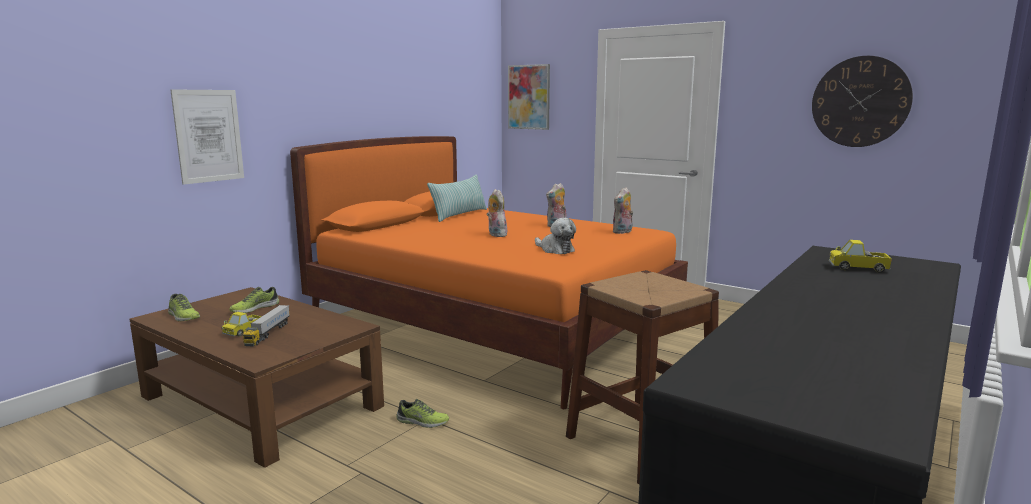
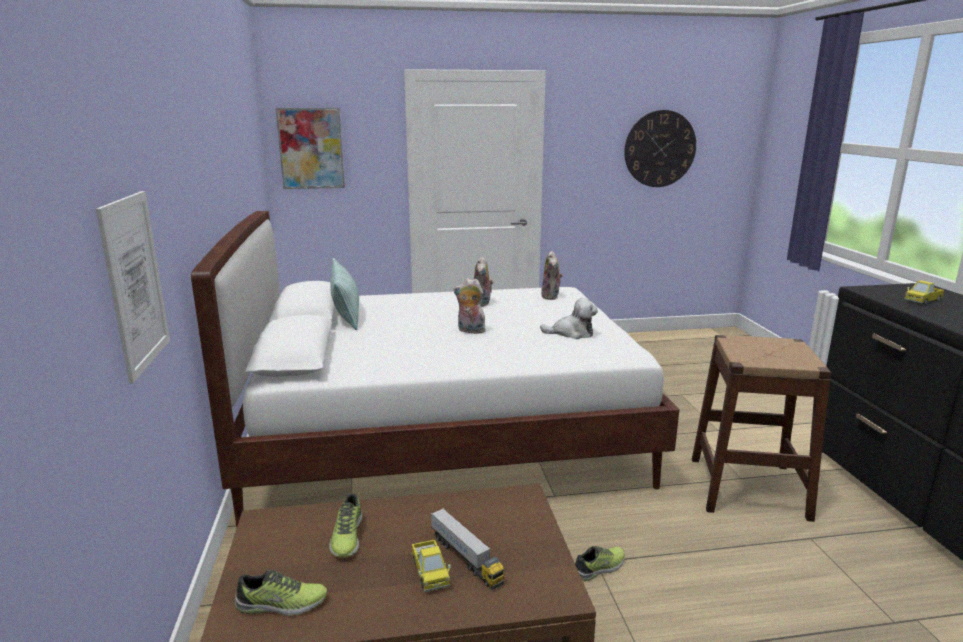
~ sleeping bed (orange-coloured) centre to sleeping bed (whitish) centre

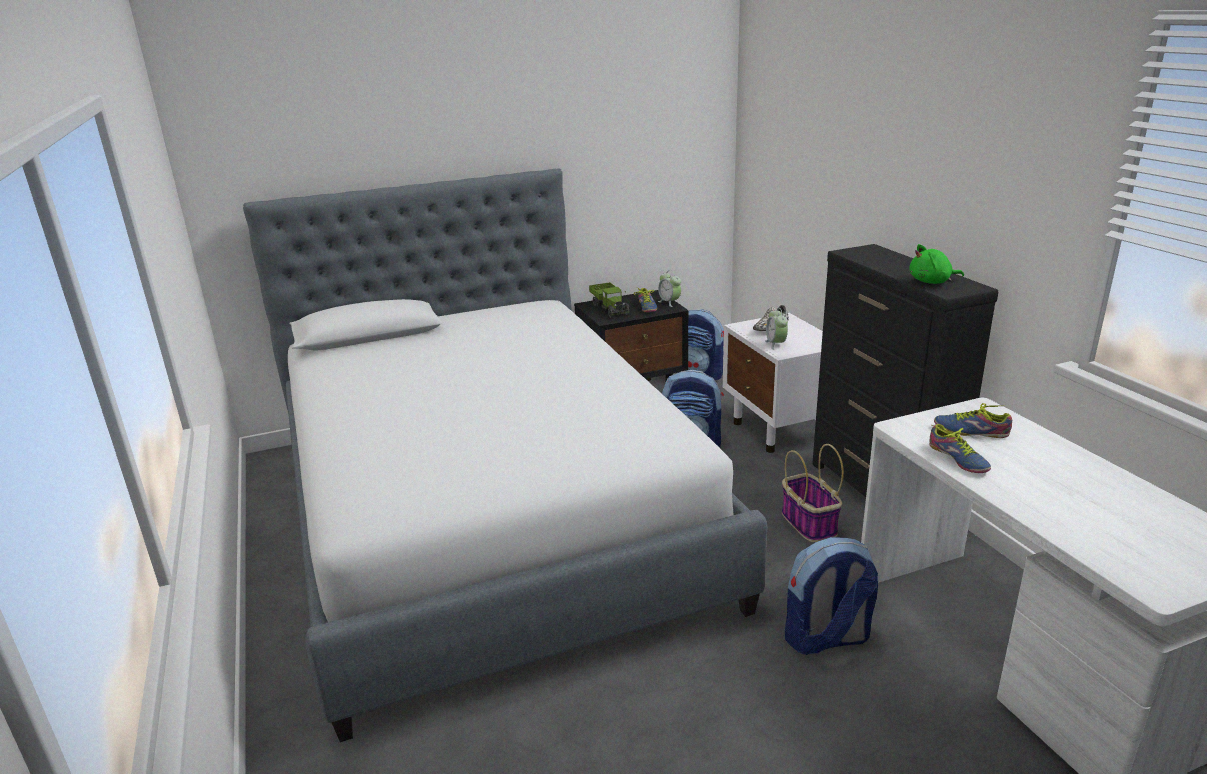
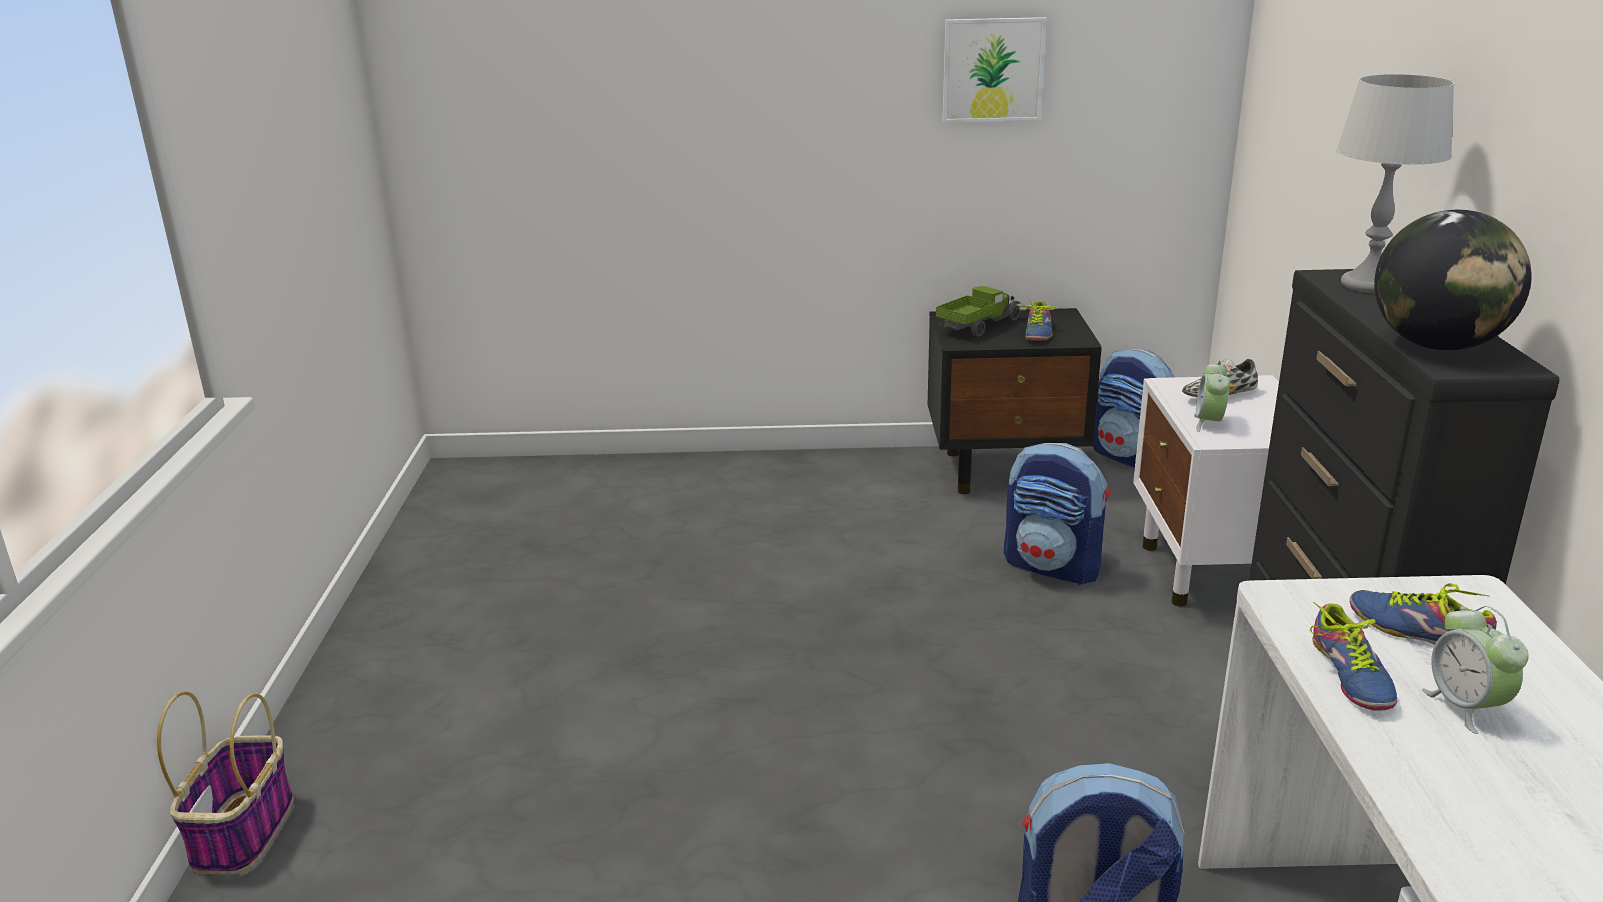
~ basket middle right to bottom left
~ toy lorry centre = centre 135 degrees counterclockwise
+ wall picture top centre
+ table lamp (grey) top right
~ plush toy (green-coloured) middle right to desk globe top right
~ alarm clock (1st from left in the first image) centre to alarm clock (2nd from left) bottom right
- sleeping bed centre

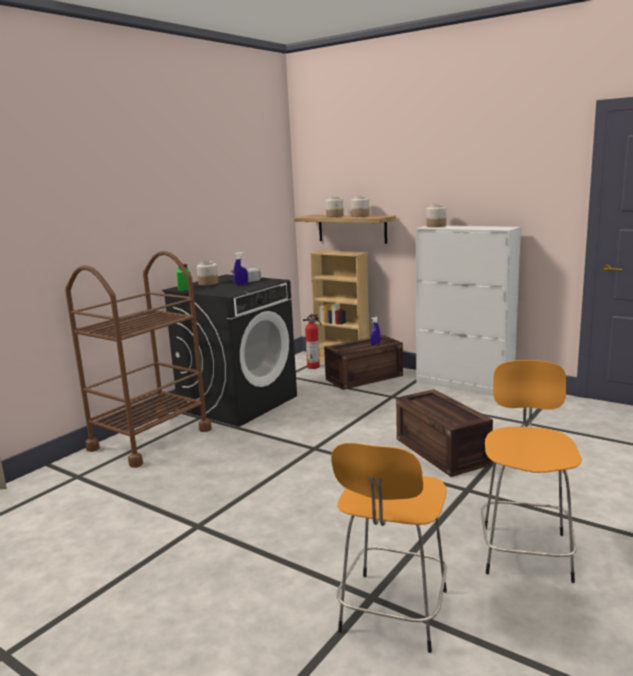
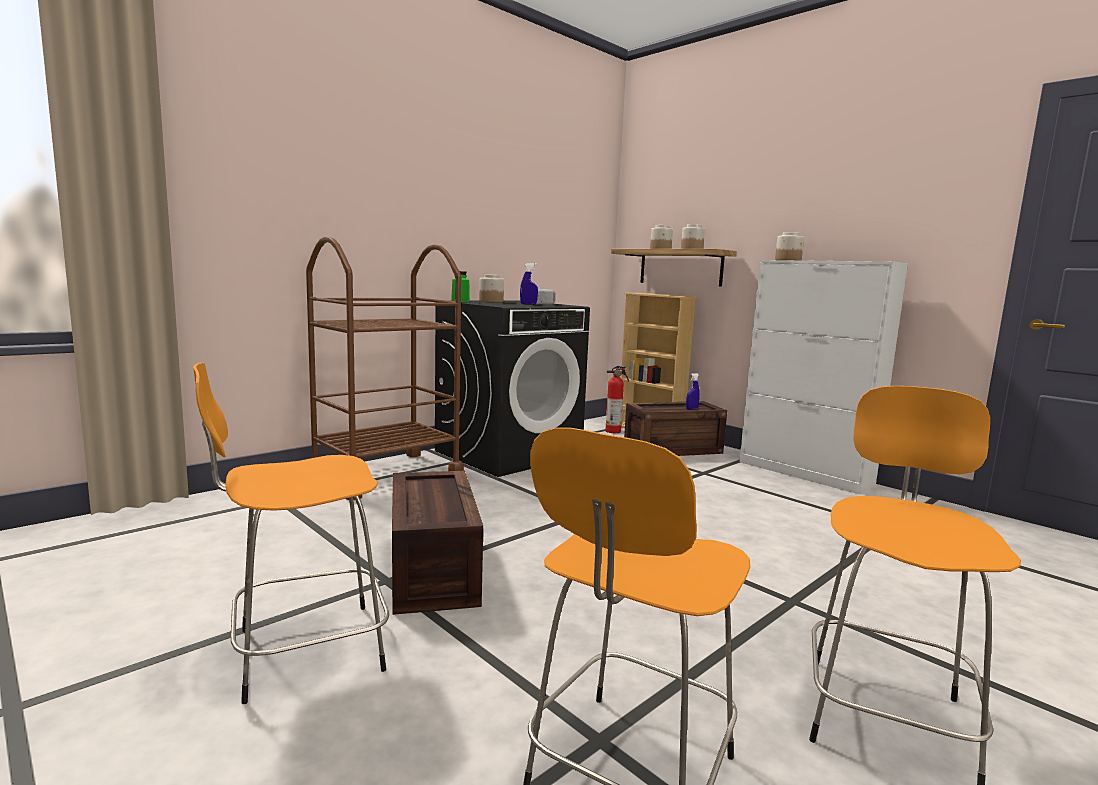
+ stool (orange-coloured) (1st from left) bottom left
~ shipping crate (2nd from left in the first image) middle right to shipping crate (1st from left) bottom centre

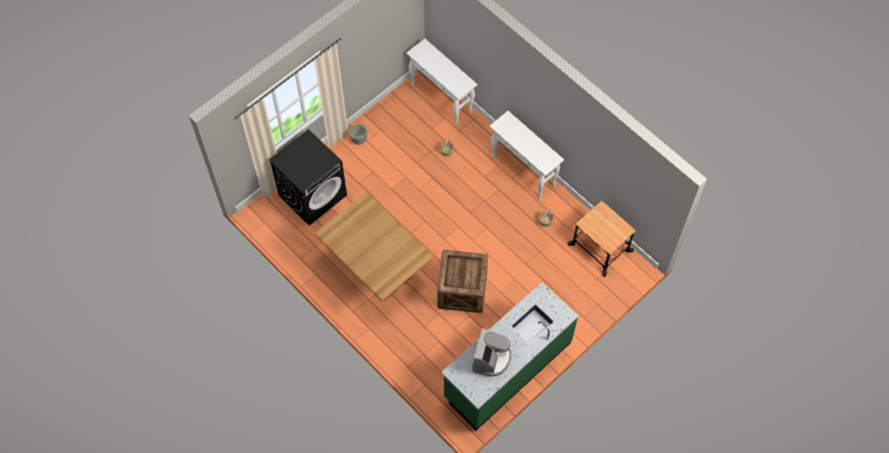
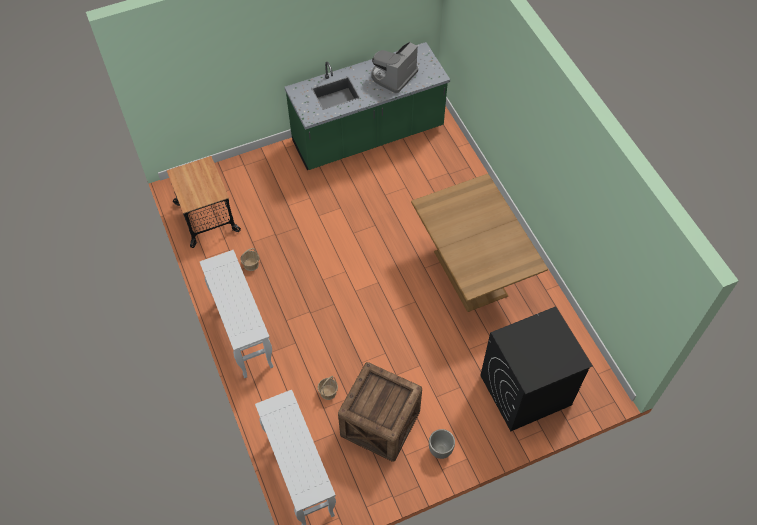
~ shipping crate centre to bottom centre

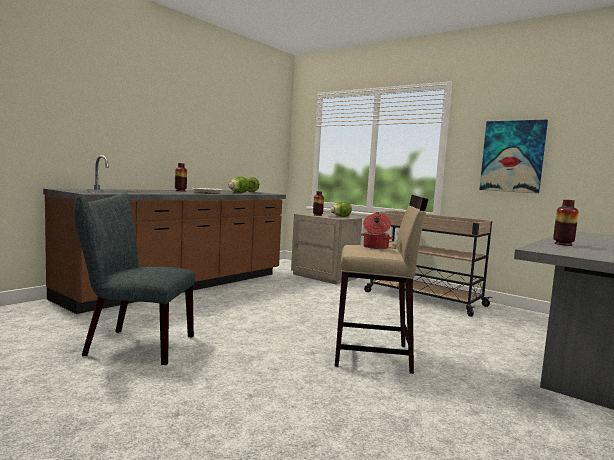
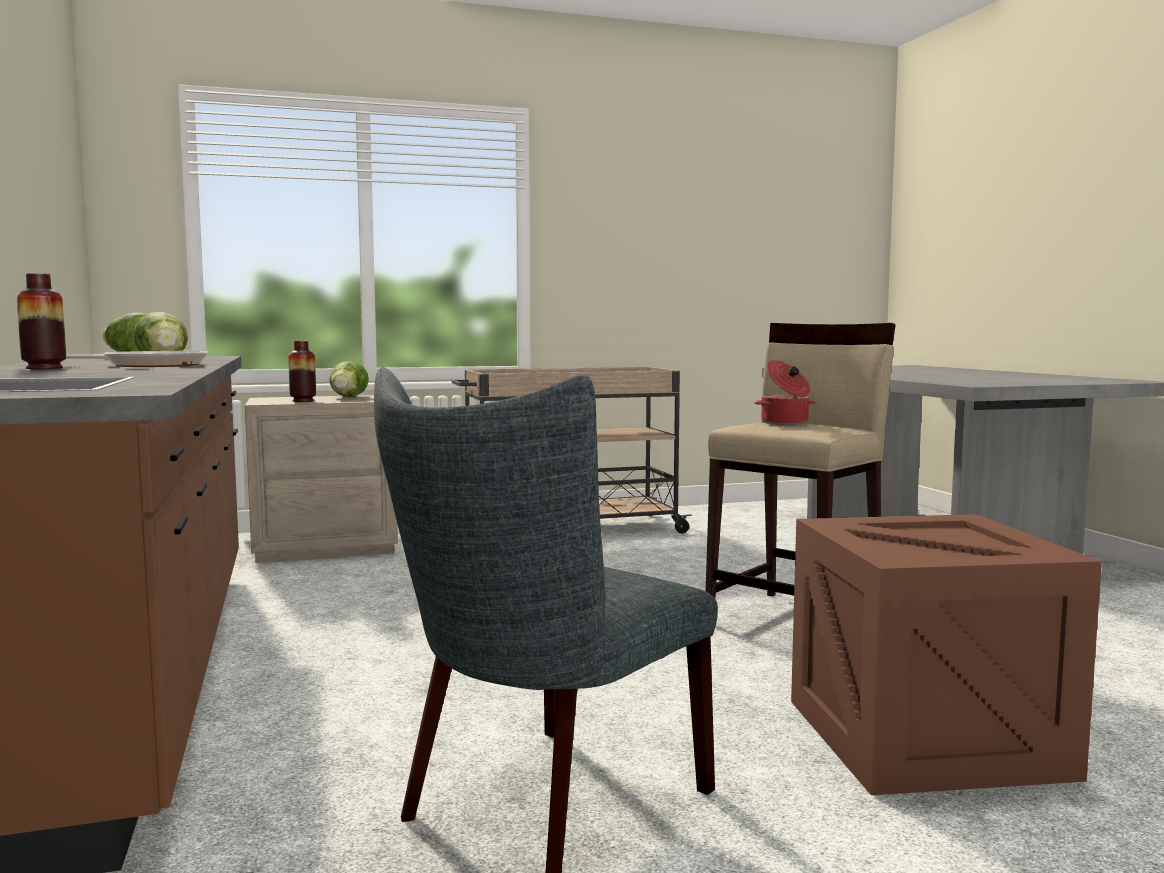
+ shipping crate bottom right
- wall picture middle right
- decorative vase (3rd from left) middle right

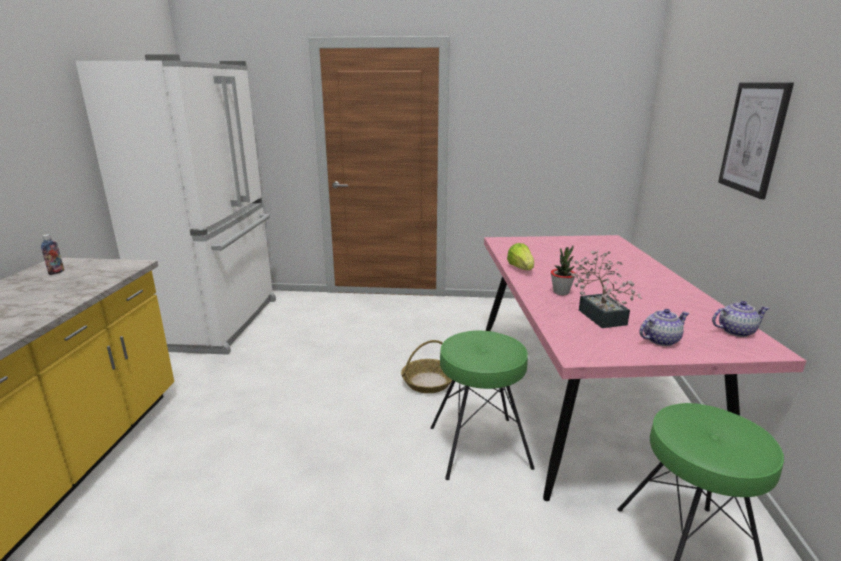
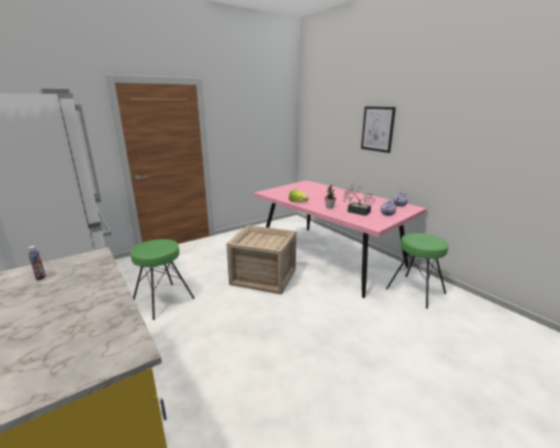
~ stool (green-coloured) (1st from left) bottom centre to middle left
~ basket centre to shipping crate centre

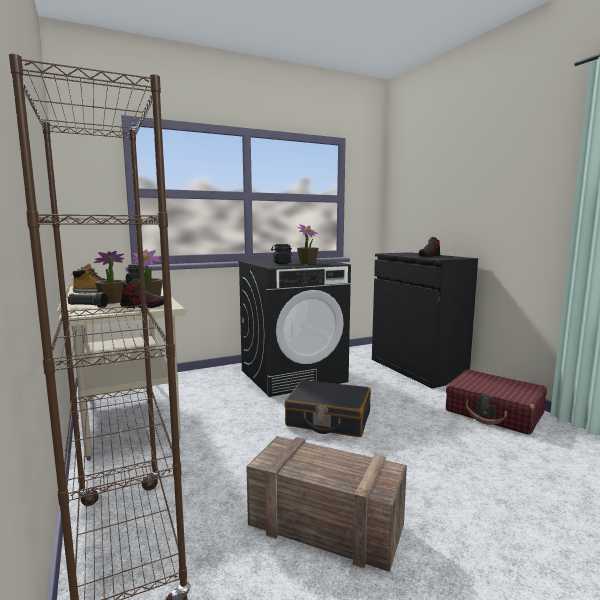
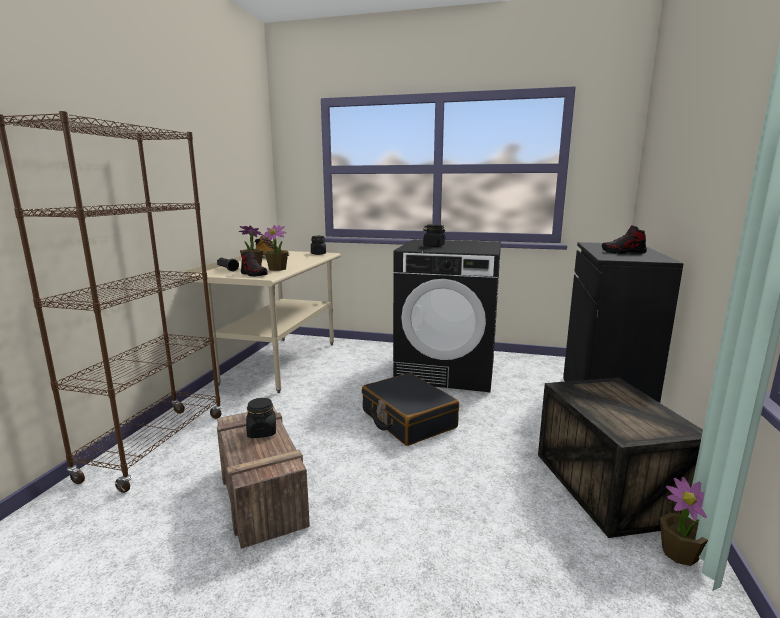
+ jar (black) (1st from left) bottom centre
~ piece of luggage (reddish) bottom right to shipping crate (2nd from left) bottom right
~ potted plant (3rd from left) centre to bottom right

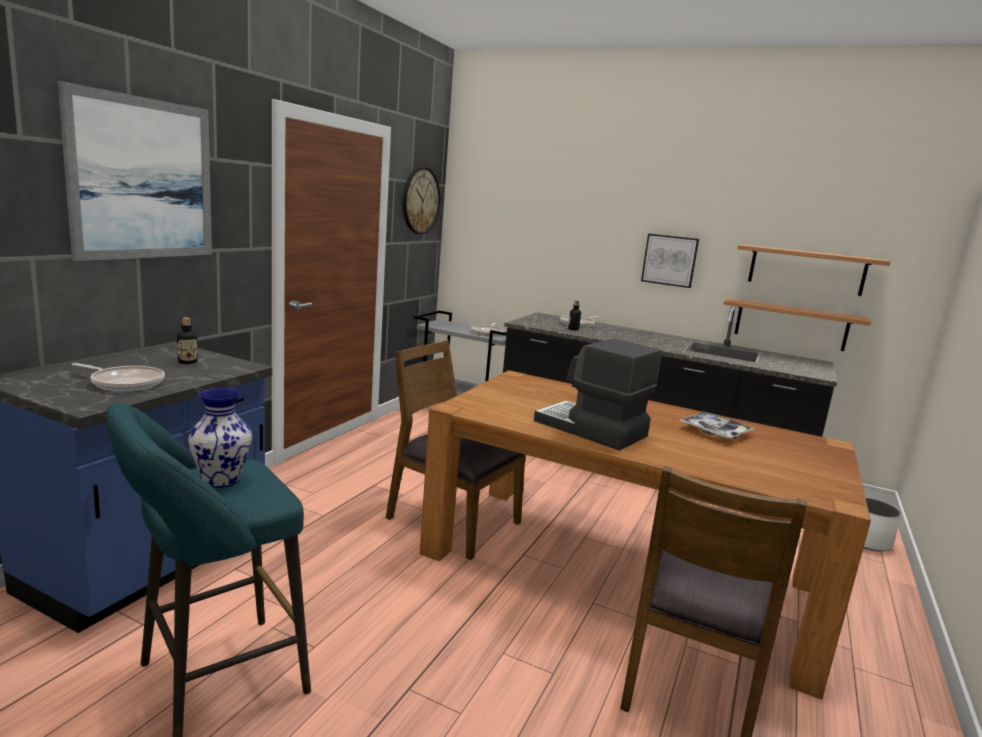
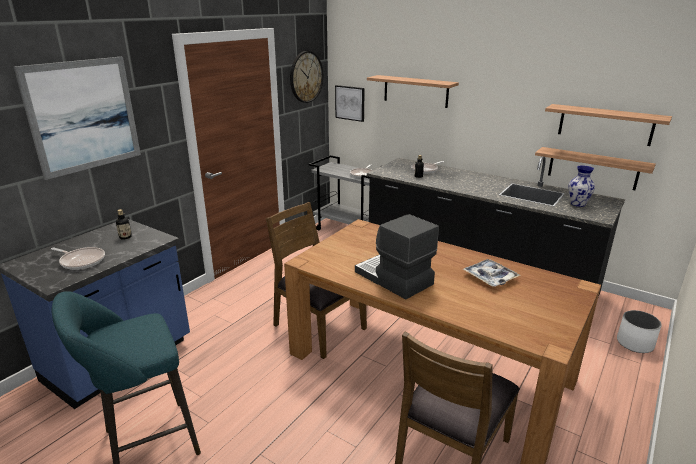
~ wall picture (2nd from left) middle right to top centre
+ bracket shelf (1st from left) top centre
~ decorative vase middle left to middle right

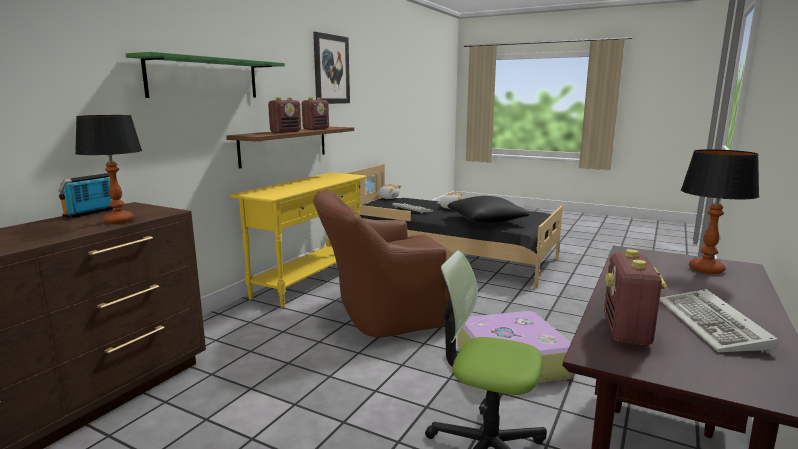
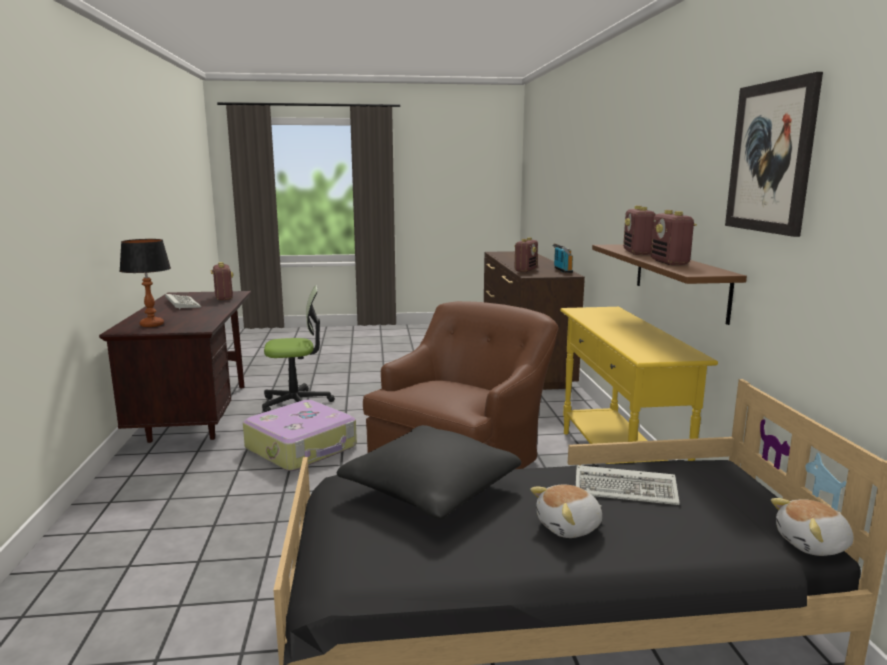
~ table lamp (1st from left) middle left to radio (2nd from left) centre
- bracket shelf (green-coloured) top left

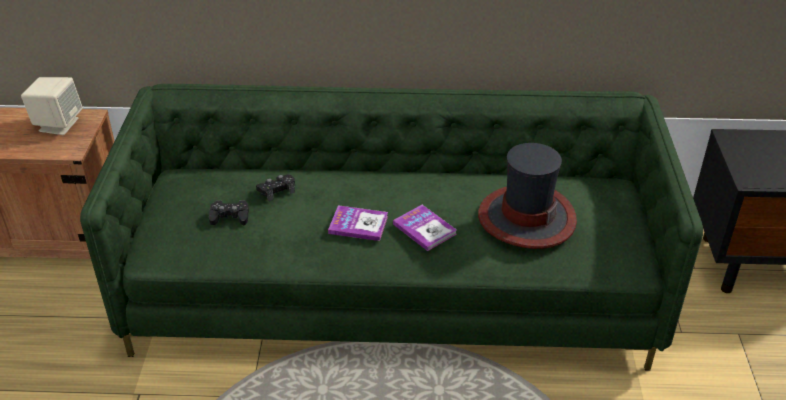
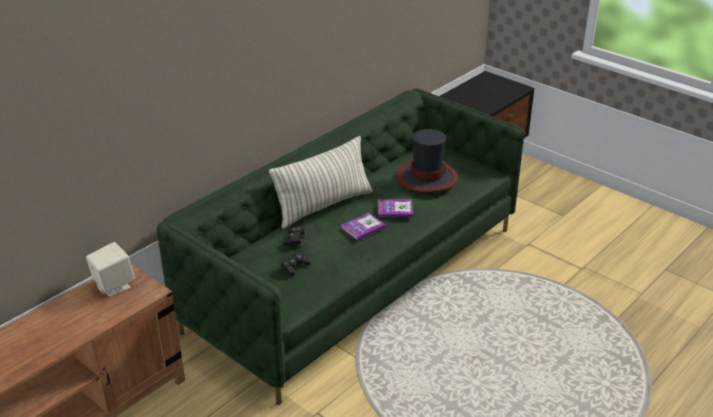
+ pillow centre

